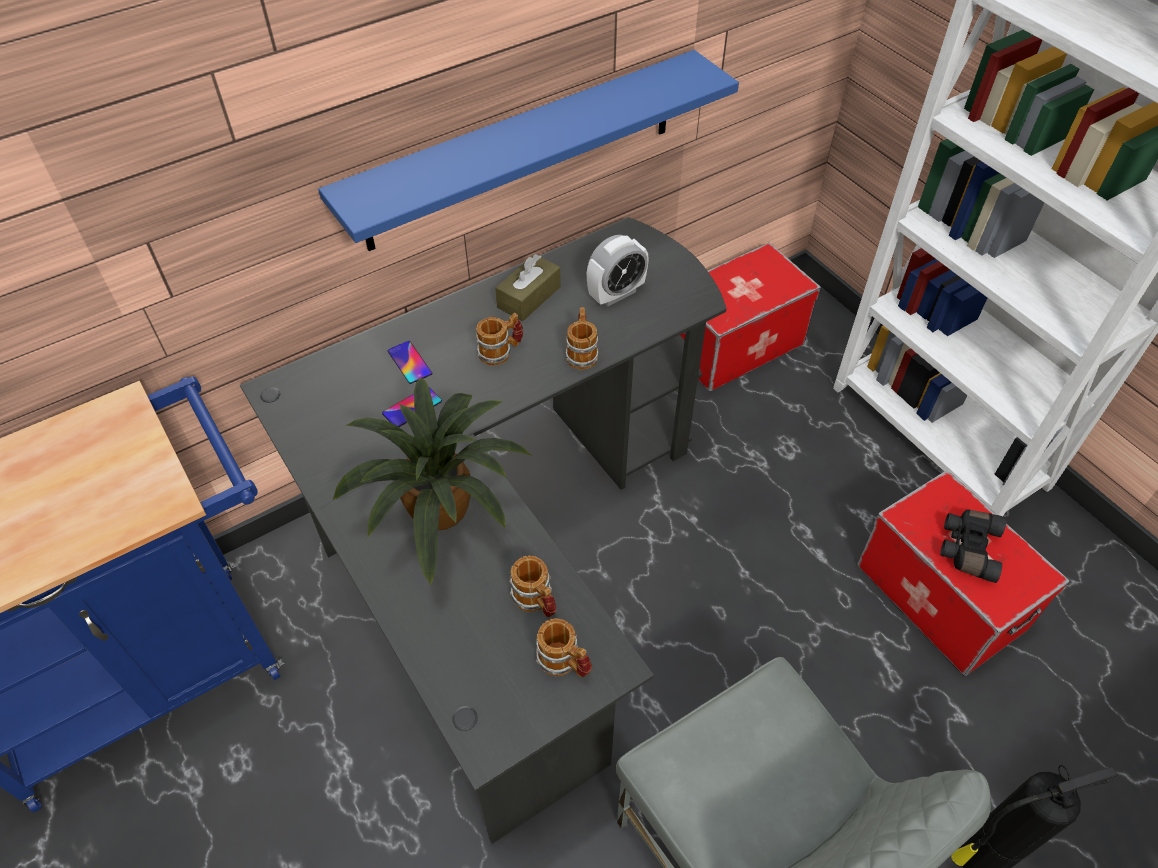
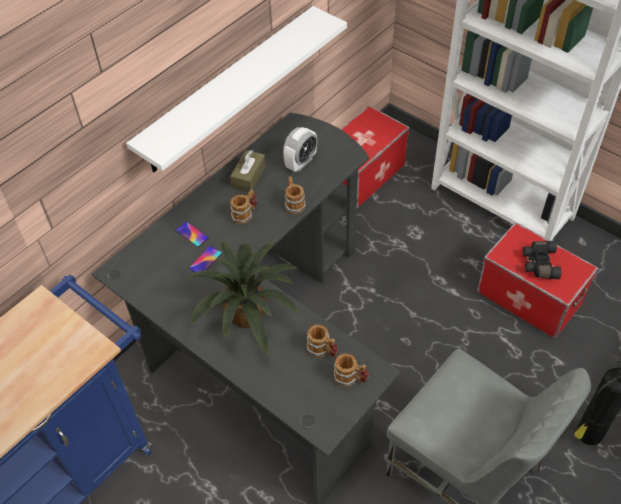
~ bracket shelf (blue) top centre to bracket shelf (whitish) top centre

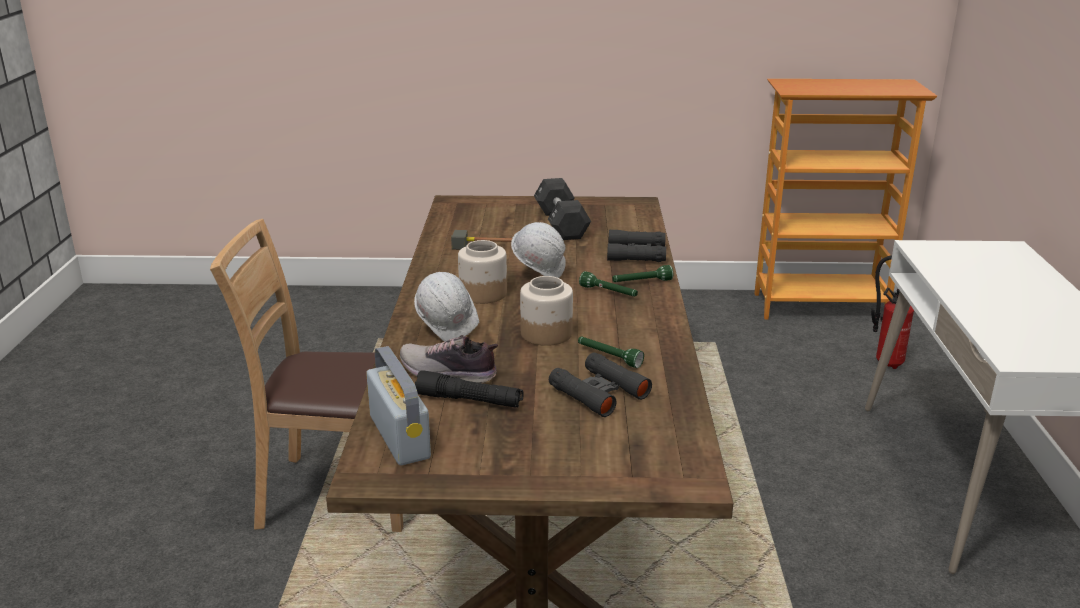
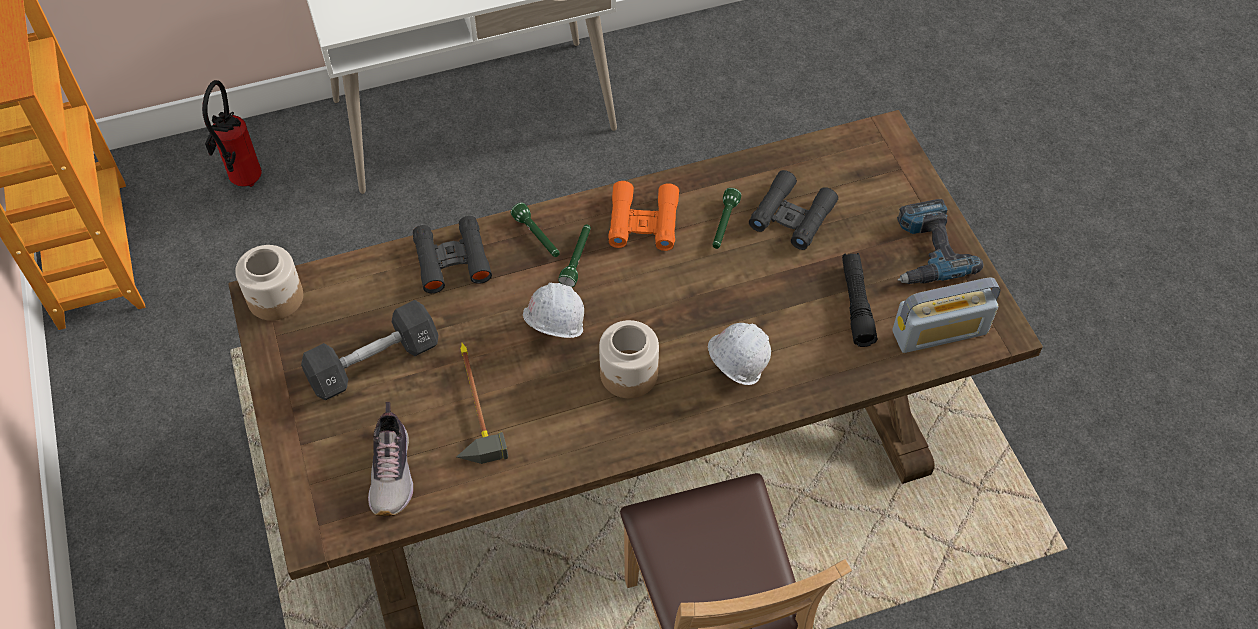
~ jar (2nd from left in the first image) centre to jar (1st from left) middle left
~ low shoe centre to bottom left
+ pair of binoculars (orange-coloured) centre
~ radio centre = middle right 150 degrees counterclockwise
+ drill middle right

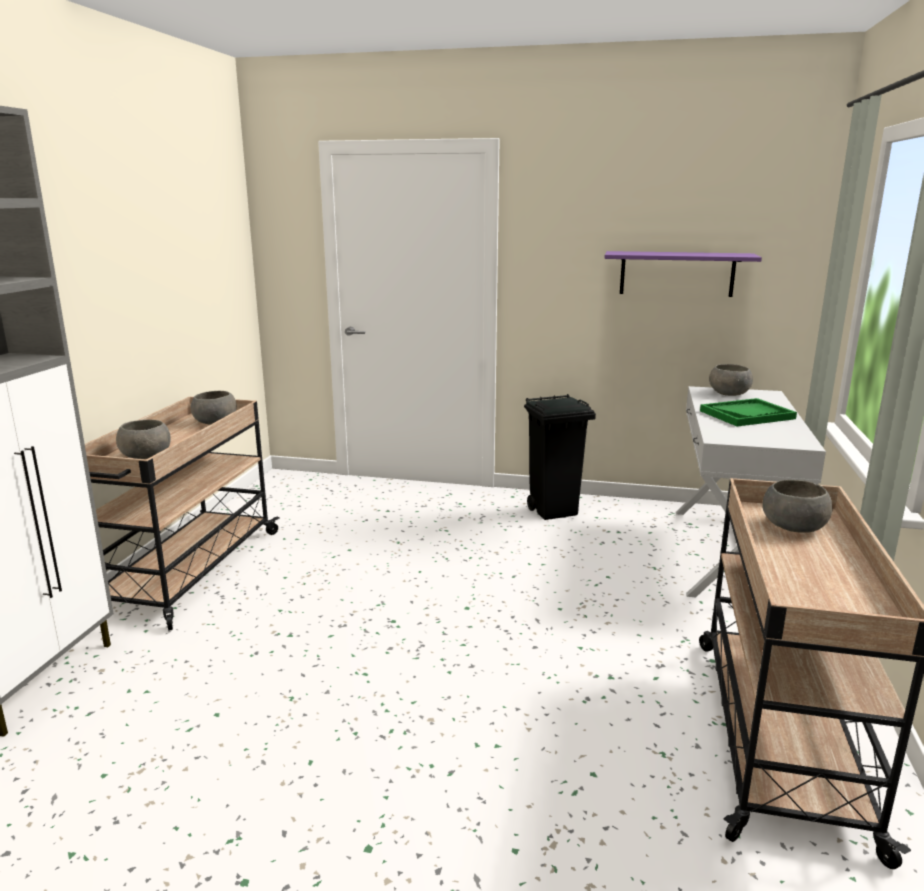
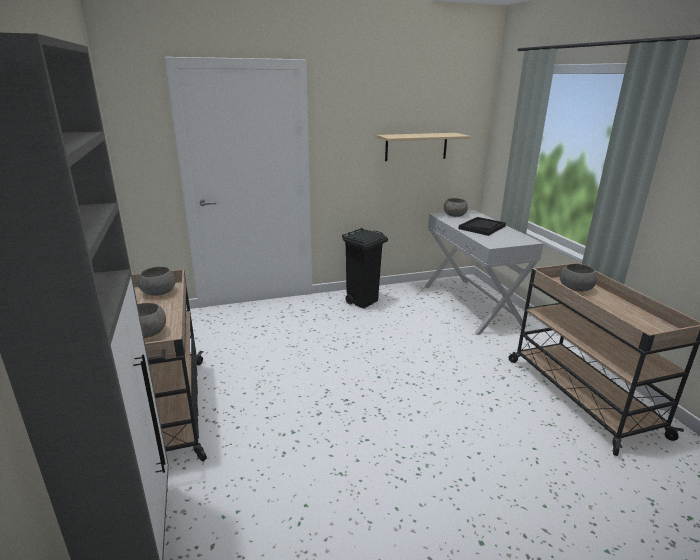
~ bracket shelf (purplish) top right to bracket shelf (beige-coloured) top centre
~ serving tray (green-coloured) middle right to serving tray (black) middle right

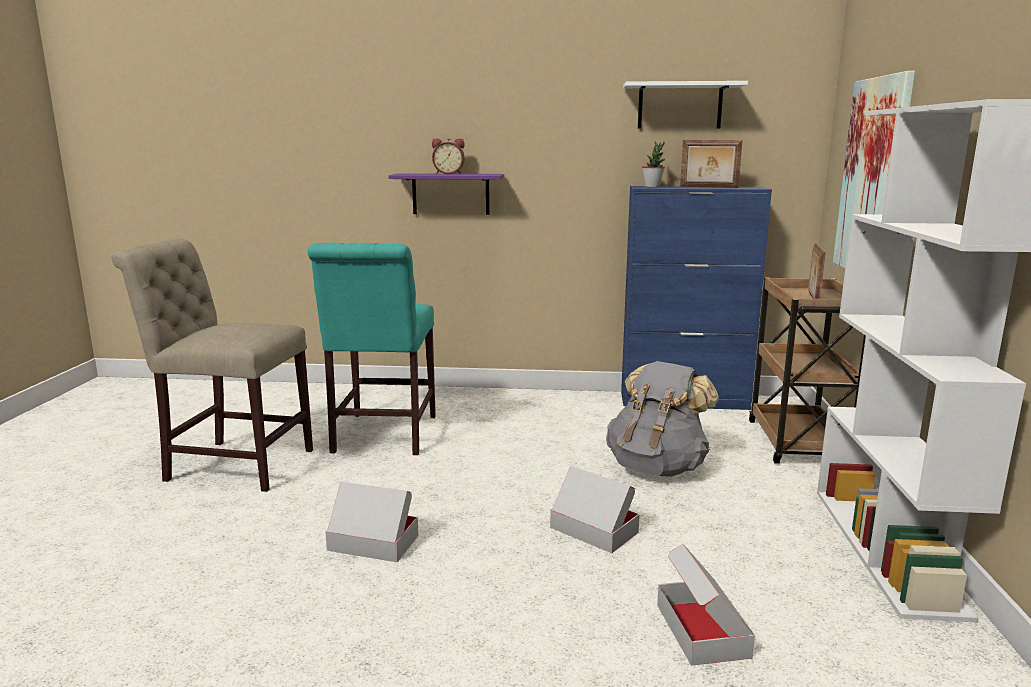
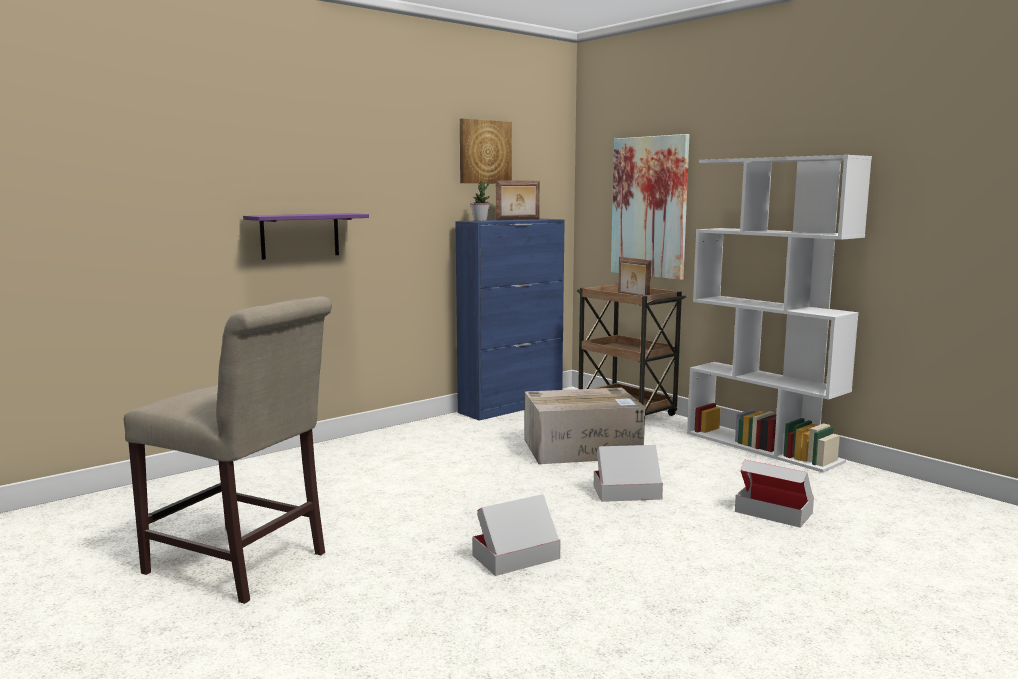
~ plain chair (beige-coloured) middle left = middle left 120 degrees counterclockwise
~ bracket shelf (whitish) top centre to wall picture (1st from left) top centre
~ backpack (grey) centre to cardboard box (2nd from left) centre
- plain chair (turquoise-coloured) centre
- alarm clock top centre

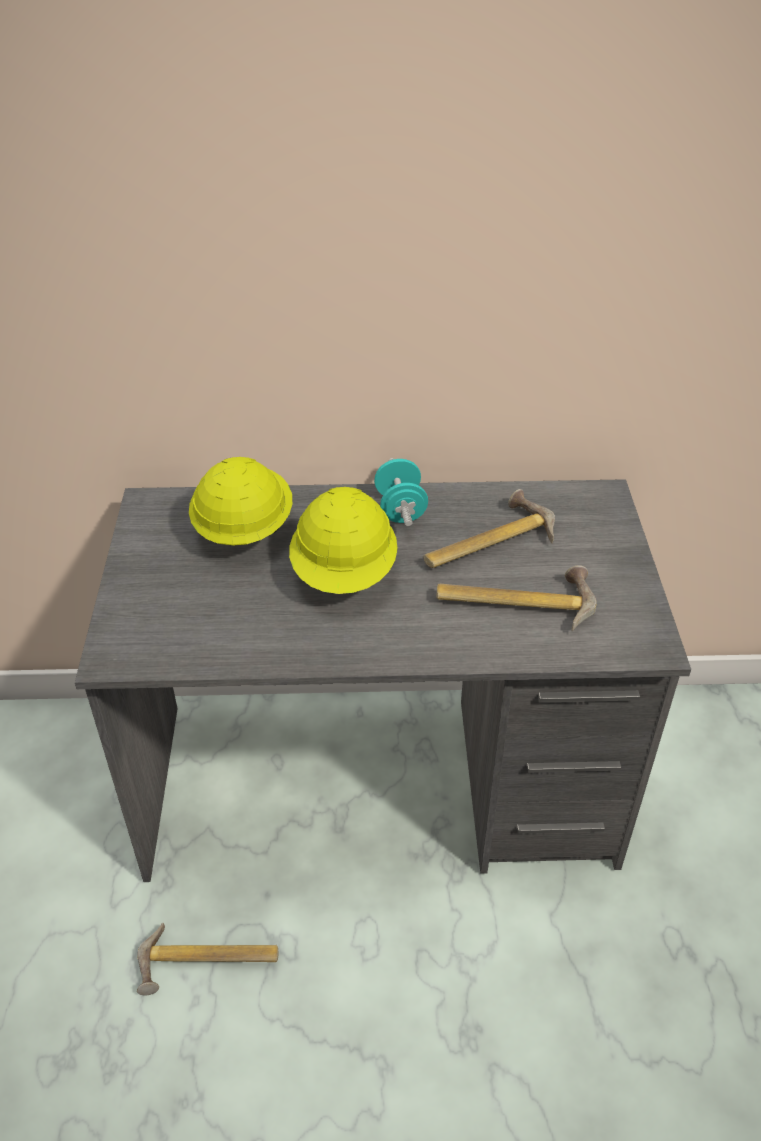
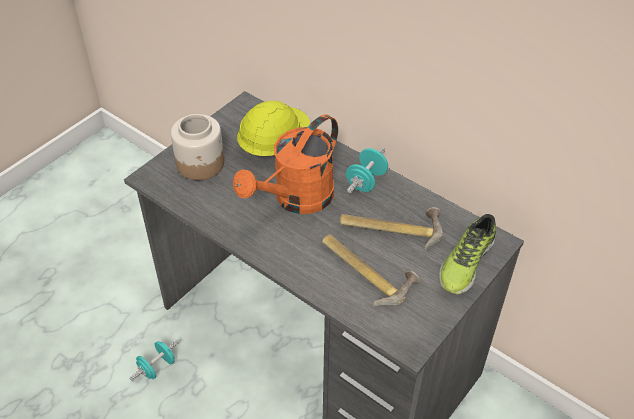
~ tool hammer (1st from left) bottom left to hand weight (turquoise-coloured) (1st from left) bottom left
+ jar middle left
~ hard hat (yellow-coloured) (2nd from left) centre to watering can (orange-coloured) centre
+ low shoe middle right

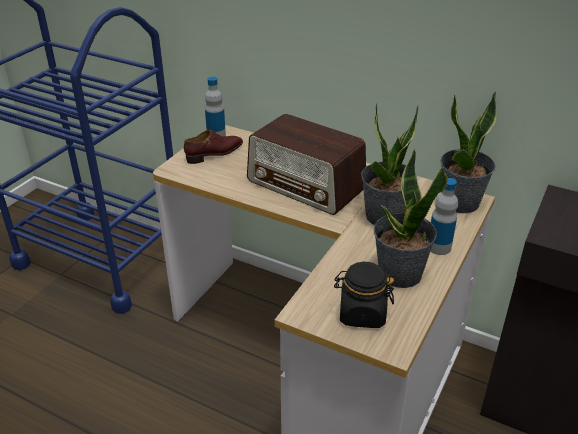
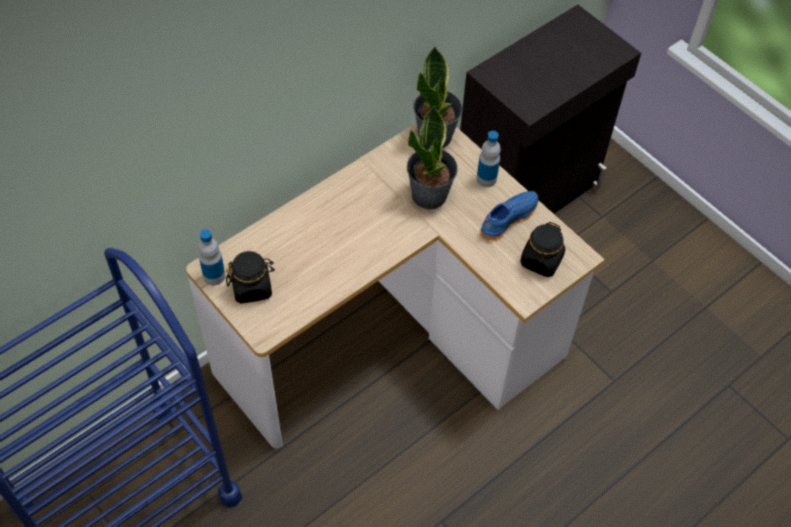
~ low shoe (brown) centre to jar (black) (1st from left) middle left
~ potted plant (2nd from left) middle right to low shoe (blue) centre
- radio centre

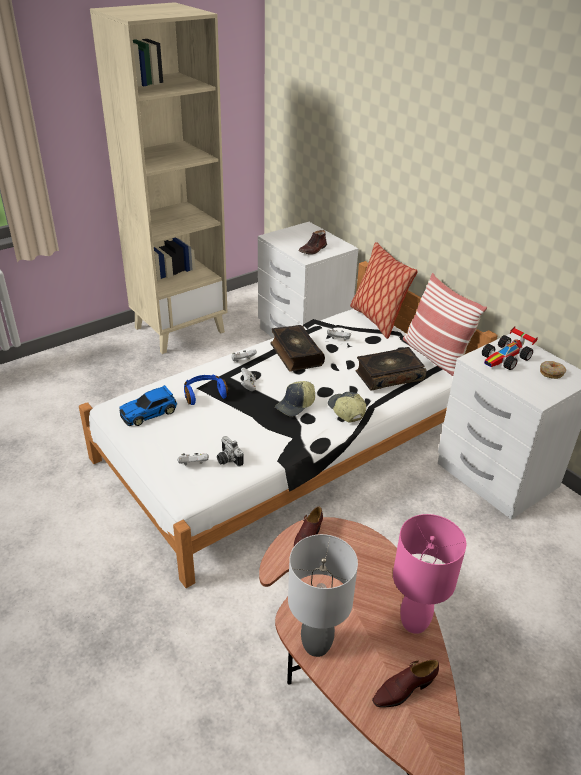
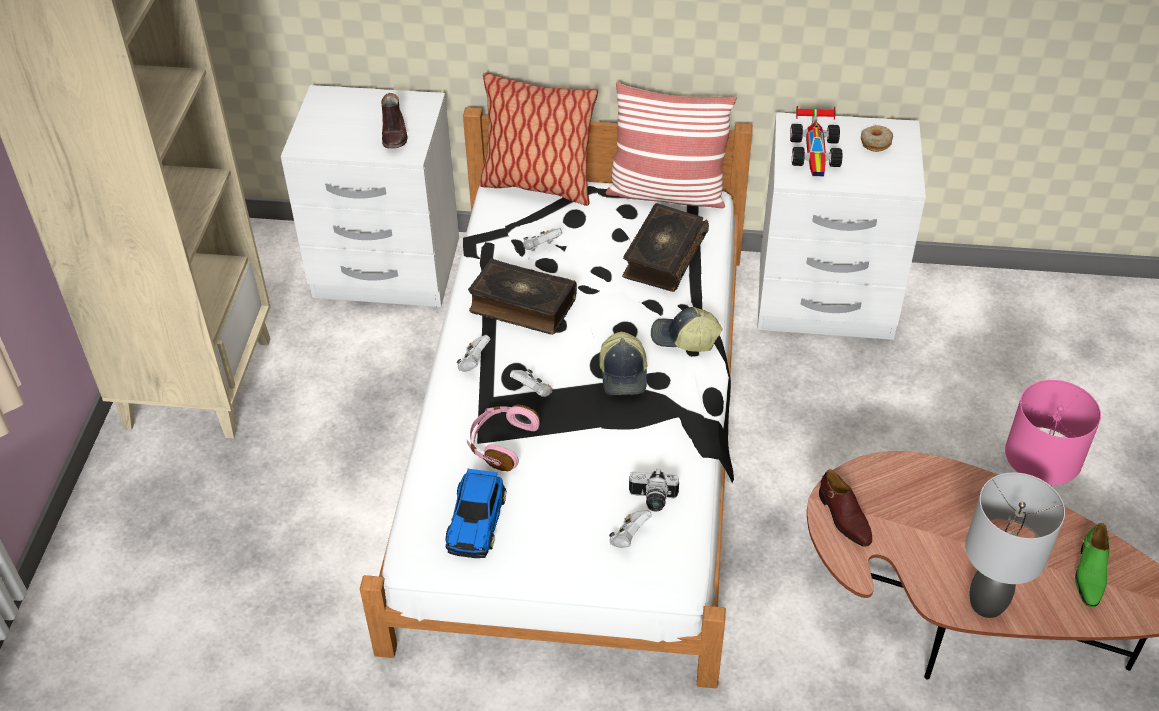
~ pair of headphones (blue) centre to pair of headphones (pink) centre
~ low shoe (brown) (3rd from left) bottom right to low shoe (green-coloured) bottom right

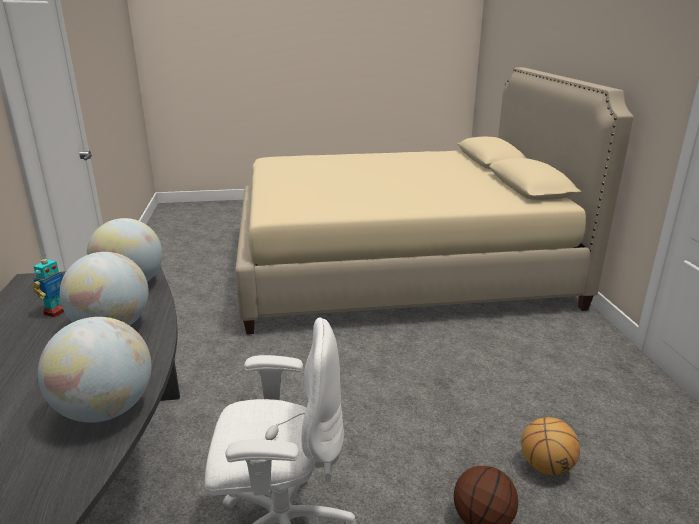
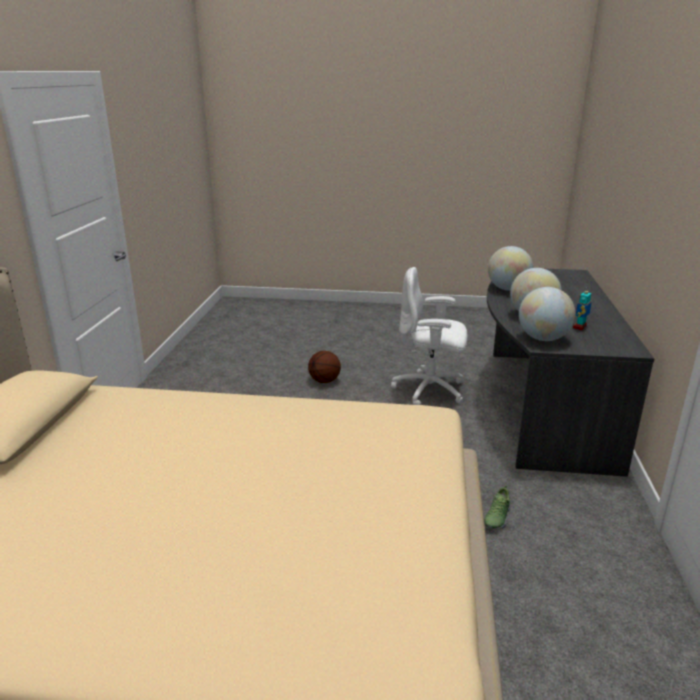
+ low shoe bottom right
- basketball ball (2nd from left) bottom right

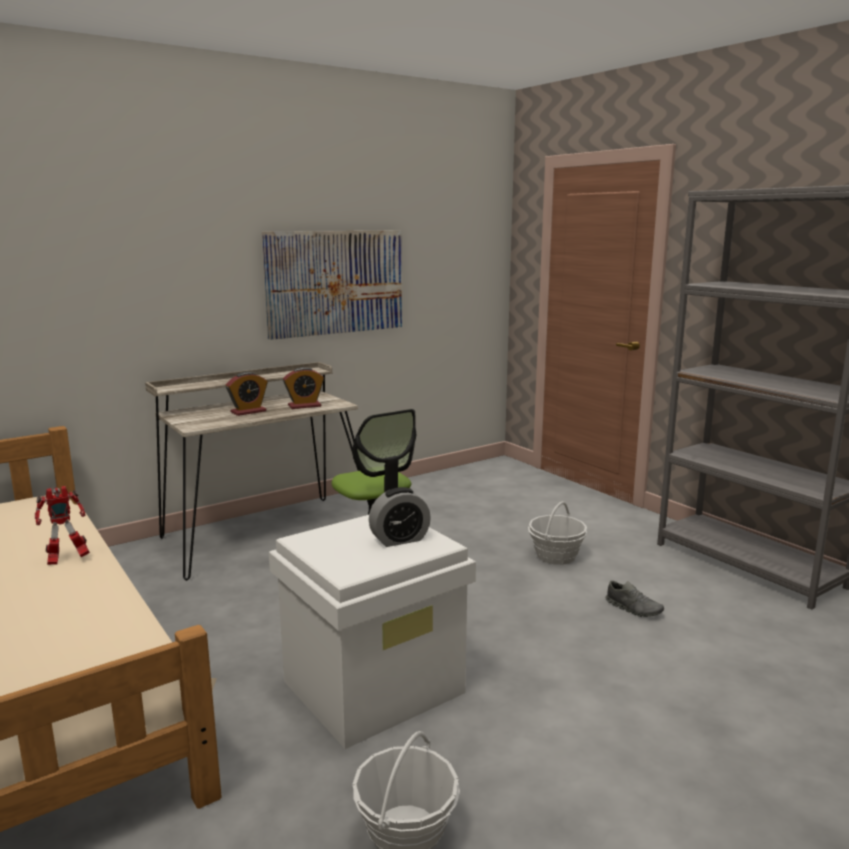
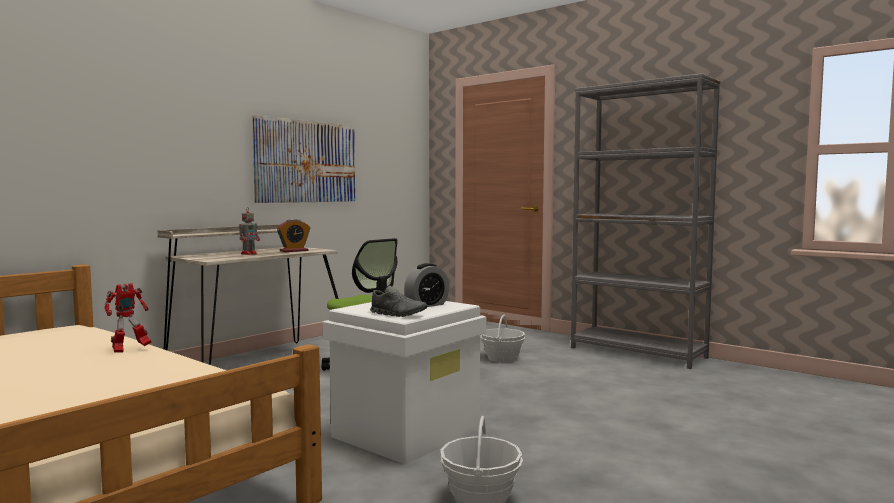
~ alarm clock (1st from left) middle left to robot figure (2nd from left) middle left
~ low shoe (grey) bottom right to centre

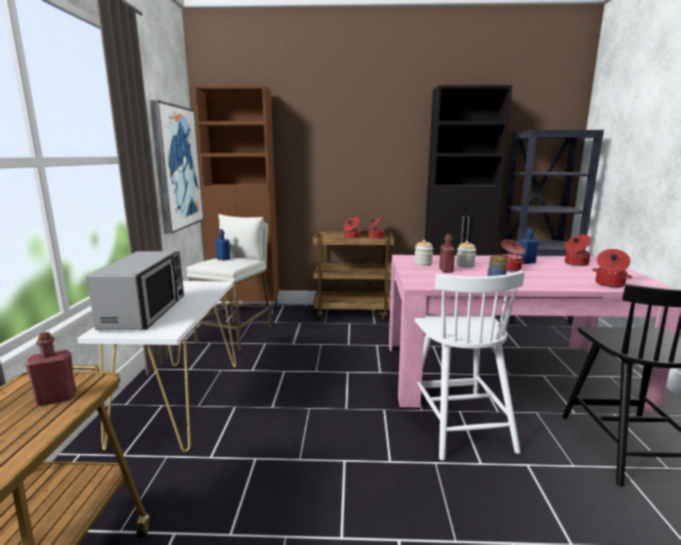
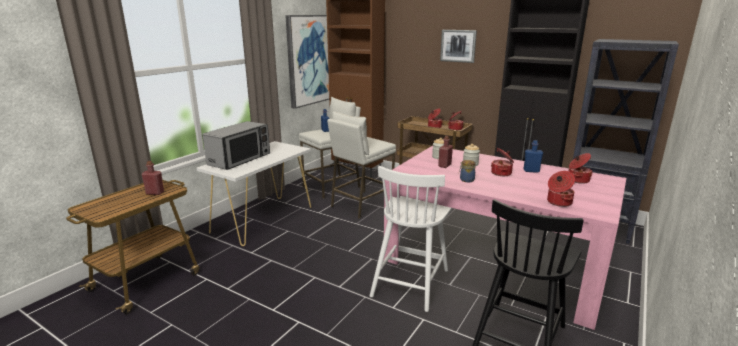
+ stool (whitish) (2nd from left) centre
+ wall picture (2nd from left) top centre

